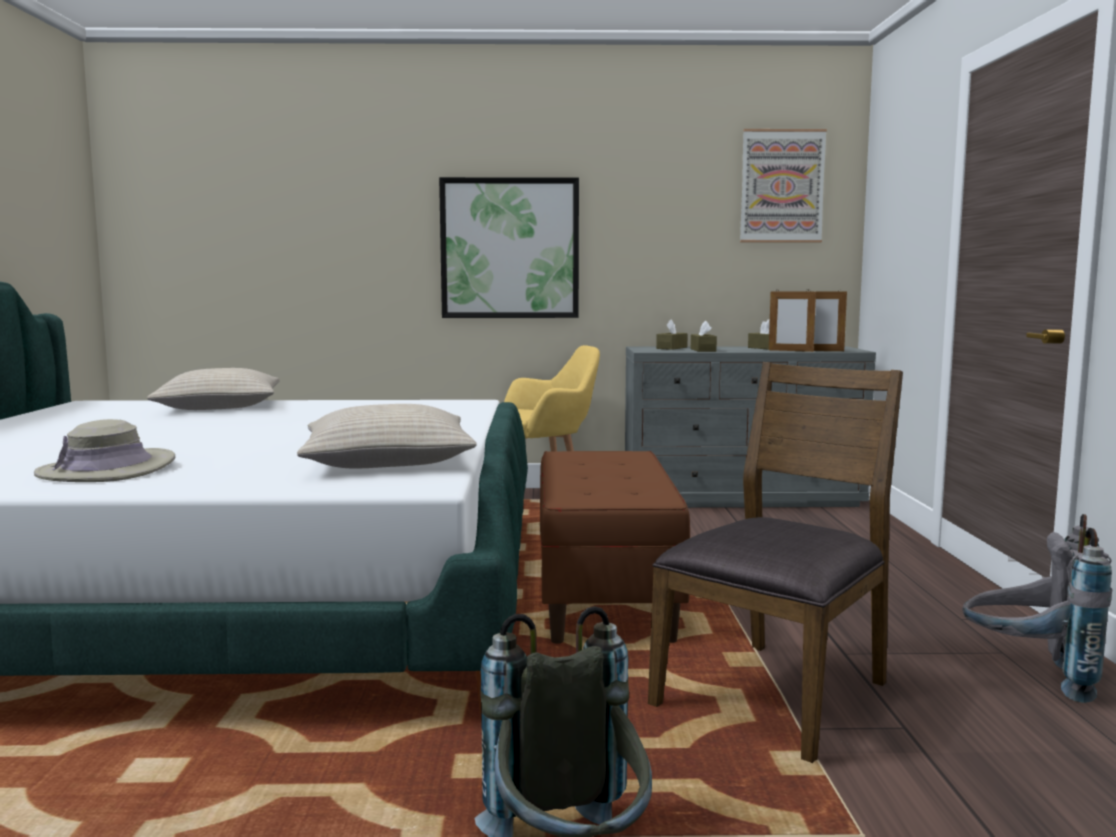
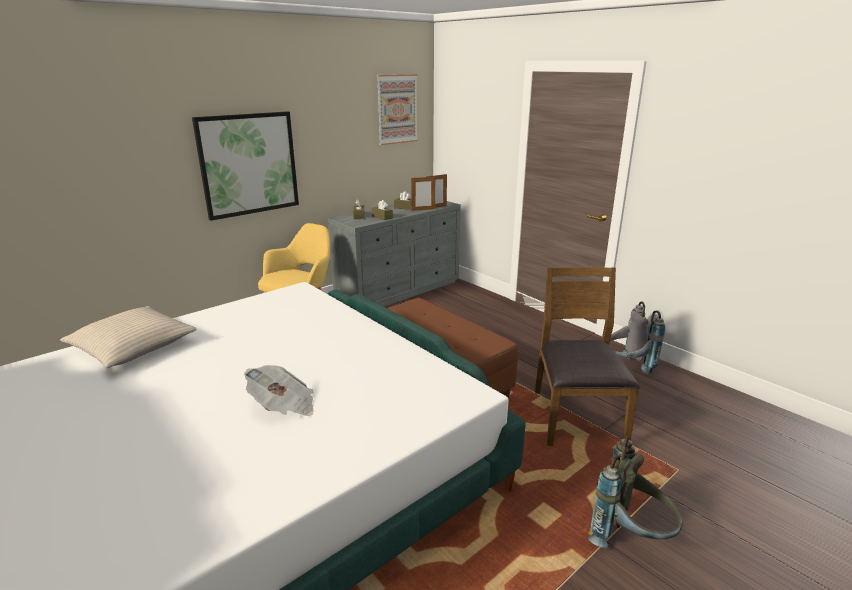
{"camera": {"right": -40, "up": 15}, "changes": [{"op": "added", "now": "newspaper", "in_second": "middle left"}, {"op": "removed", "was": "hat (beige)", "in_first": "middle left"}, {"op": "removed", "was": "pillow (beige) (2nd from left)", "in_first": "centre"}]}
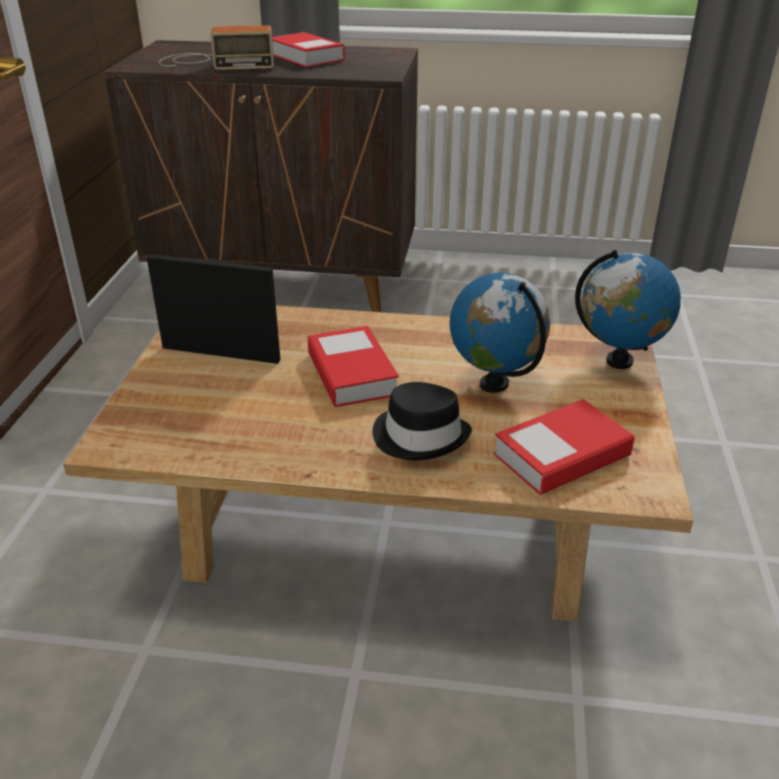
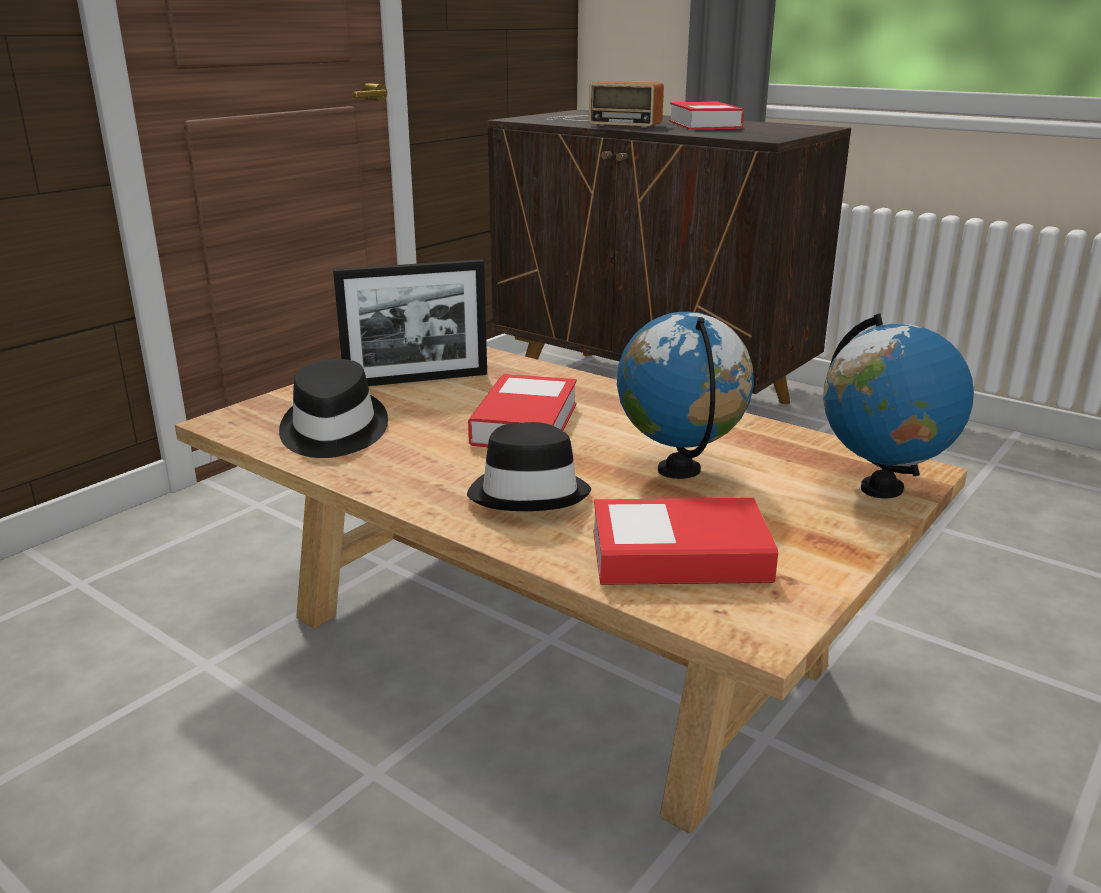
{"camera": {"right": 30, "up": -10}, "changes": [{"op": "added", "now": "hat (black) (1st from left)", "in_second": "middle left"}, {"op": "turned", "was": "picture frame", "in_first": "middle left", "in_second": "centre", "clockwise": 120}]}
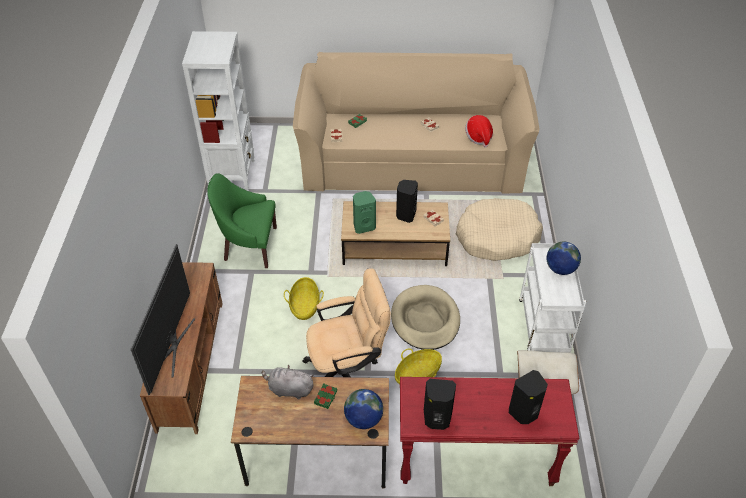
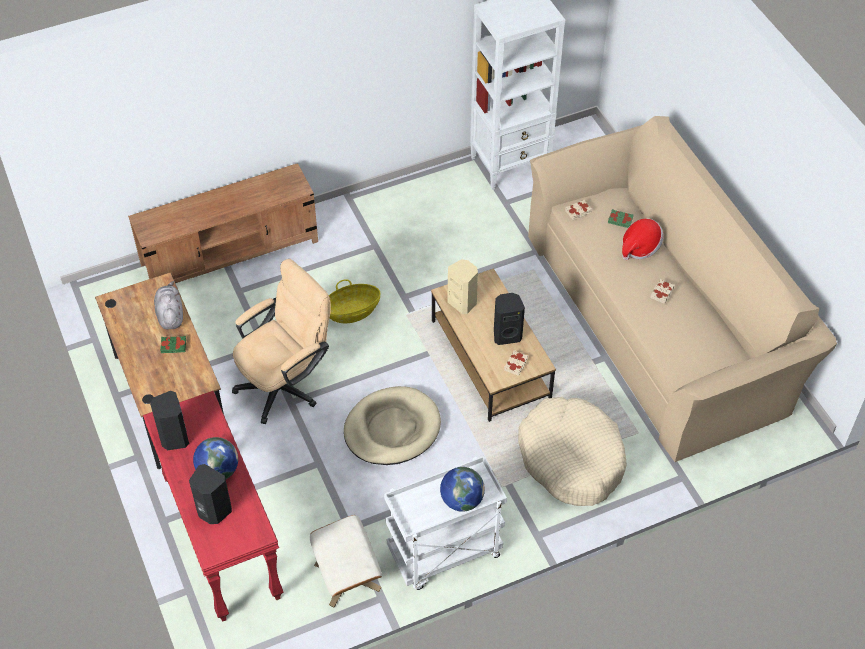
{"camera": {"right": 65, "up": 5}, "changes": [{"op": "moved", "was": "globe (1st from left)", "in_first": "bottom centre", "in_second": "bottom left"}, {"op": "turned", "was": "office chair (beige)", "in_first": "centre", "in_second": "middle left", "clockwise": -90}, {"op": "recoloured", "was": "speaker (green)", "now": "speaker (beige)", "in_first": "centre", "in_second": "centre"}, {"op": "moved", "was": "hat", "in_first": "top centre", "in_second": "middle right"}, {"op": "removed", "was": "television", "in_first": "middle left"}, {"op": "removed", "was": "armchair (green)", "in_first": "middle left"}, {"op": "removed", "was": "basket (2nd from left)", "in_first": "bottom centre"}]}
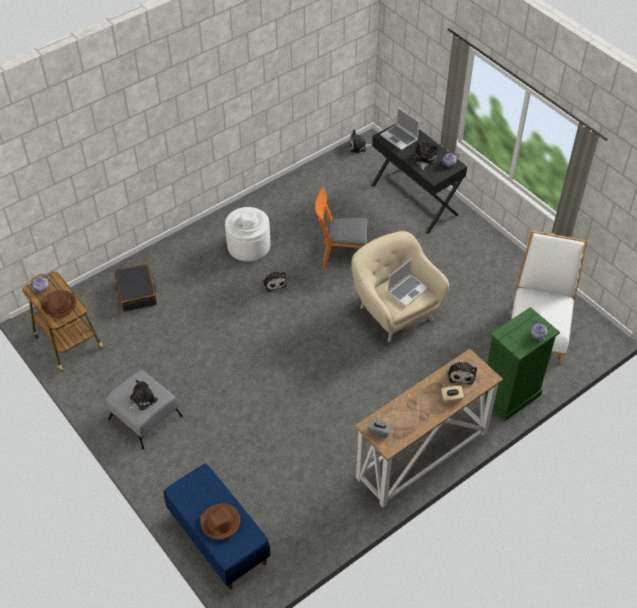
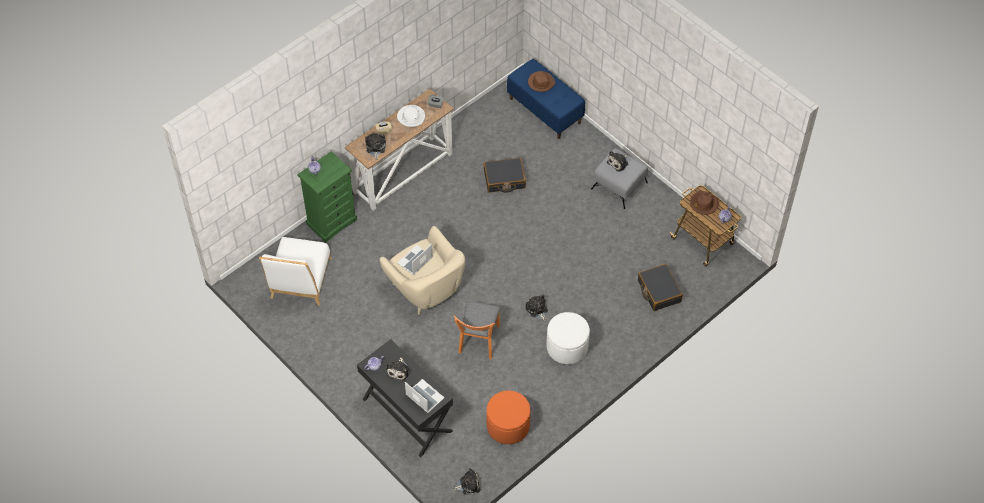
{"camera": {"right": 175, "up": 5}, "changes": [{"op": "moved", "was": "hat (white)", "in_first": "centre", "in_second": "top centre"}, {"op": "turned", "was": "chair (orange)", "in_first": "centre", "in_second": "centre", "clockwise": 105}, {"op": "added", "now": "suitcase (black) (1st from left)", "in_second": "centre"}, {"op": "added", "now": "ottoman (orange)", "in_second": "bottom centre"}]}
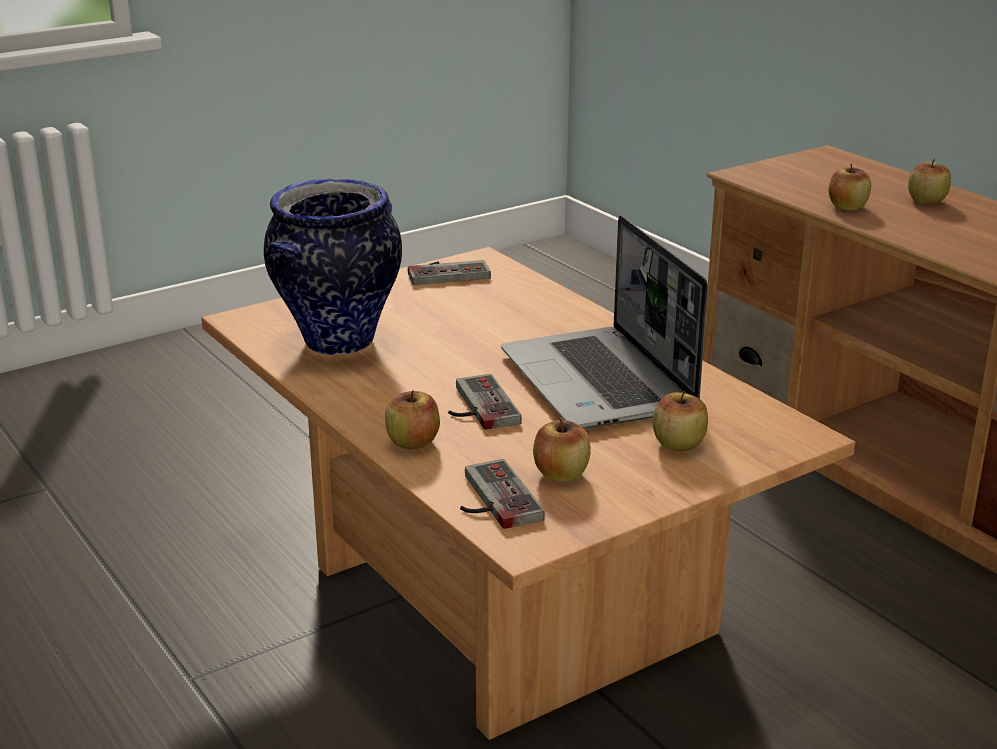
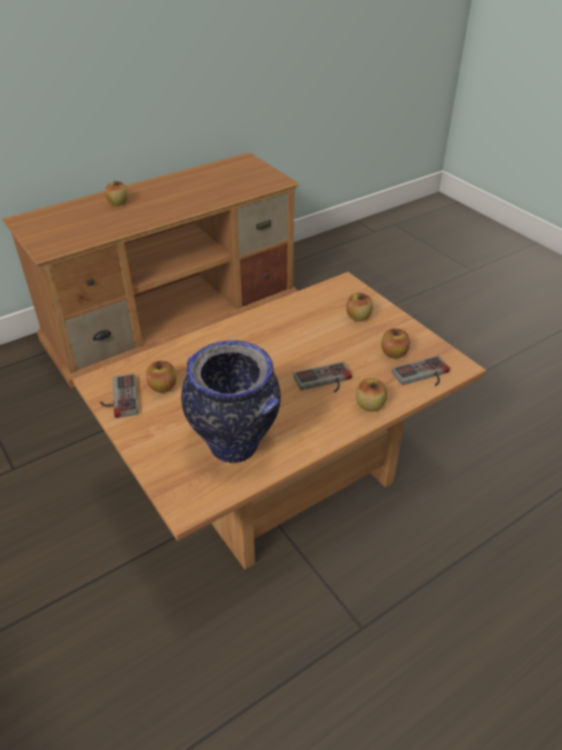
{"camera": {"right": -90, "up": 15}, "changes": [{"op": "moved", "was": "apple (4th from left in the first image)", "now": "apple (2nd from left)", "in_first": "top right", "in_second": "middle left"}, {"op": "removed", "was": "laptop", "in_first": "centre"}]}
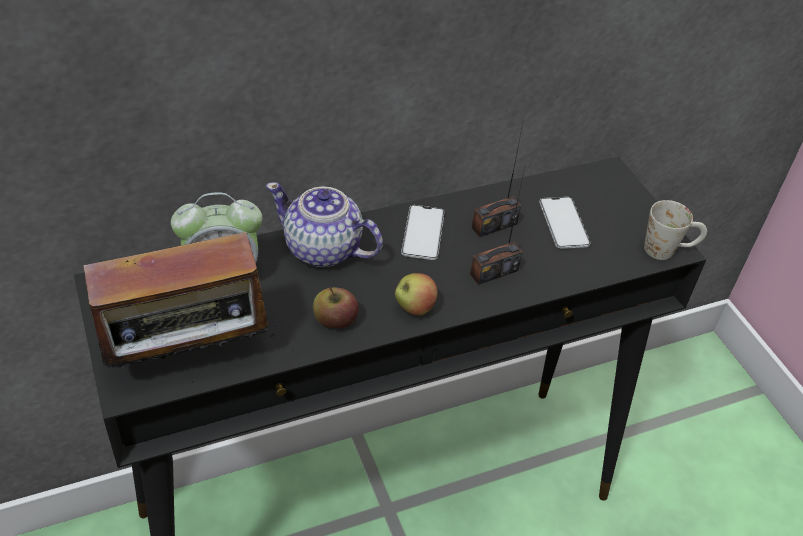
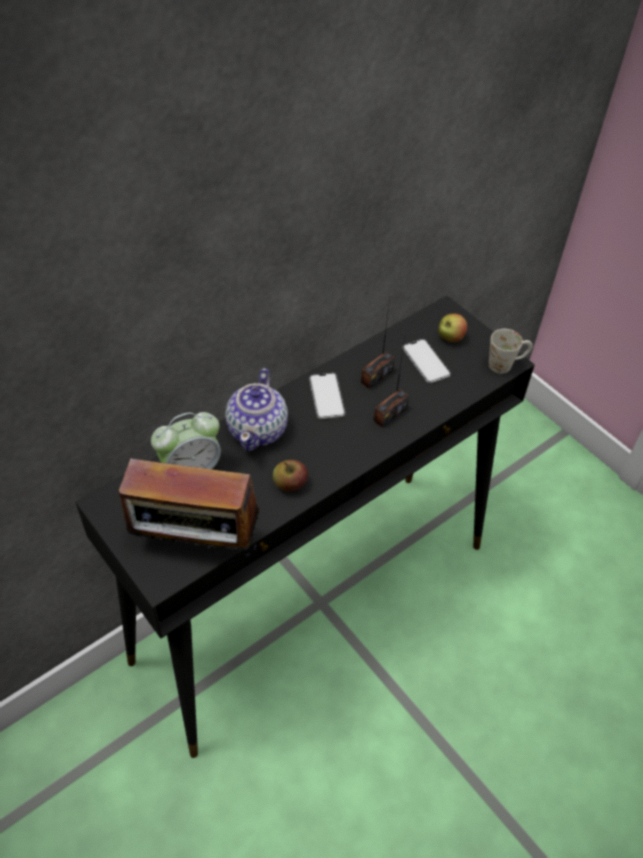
{"camera": {"right": -15, "up": 5}, "changes": [{"op": "turned", "was": "radio (1st from left)", "in_first": "middle left", "in_second": "middle left", "clockwise": 45}, {"op": "turned", "was": "teapot", "in_first": "centre", "in_second": "centre", "clockwise": -90}, {"op": "moved", "was": "apple (2nd from left)", "in_first": "centre", "in_second": "middle right"}]}
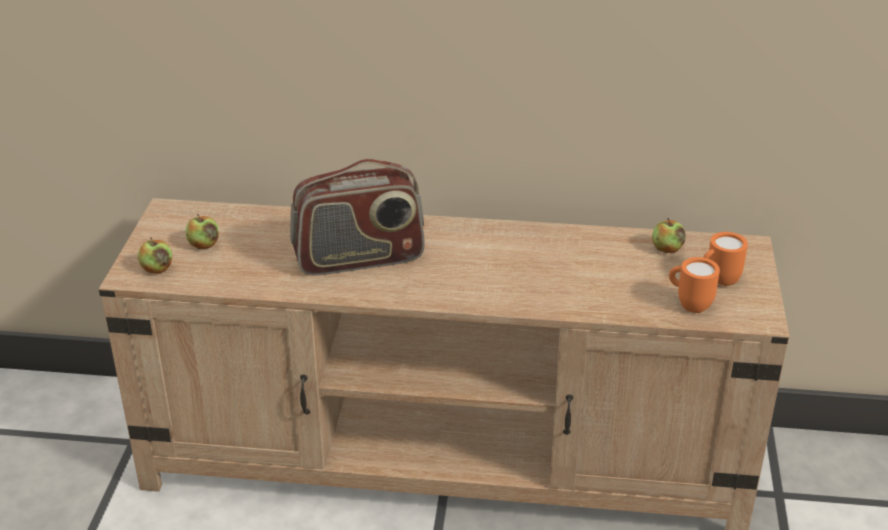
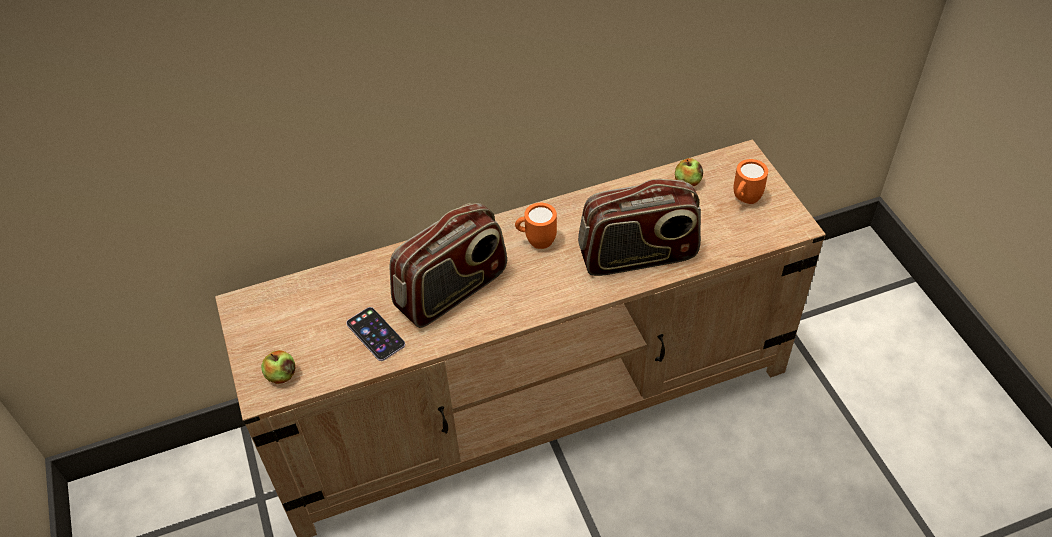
{"camera": {"right": -25, "up": 15}, "changes": [{"op": "added", "now": "phone", "in_second": "centre"}, {"op": "moved", "was": "mug (orange) (1st from left)", "in_first": "middle right", "in_second": "centre"}, {"op": "added", "now": "radio (2nd from left)", "in_second": "centre"}, {"op": "removed", "was": "apple (2nd from left)", "in_first": "middle left"}]}
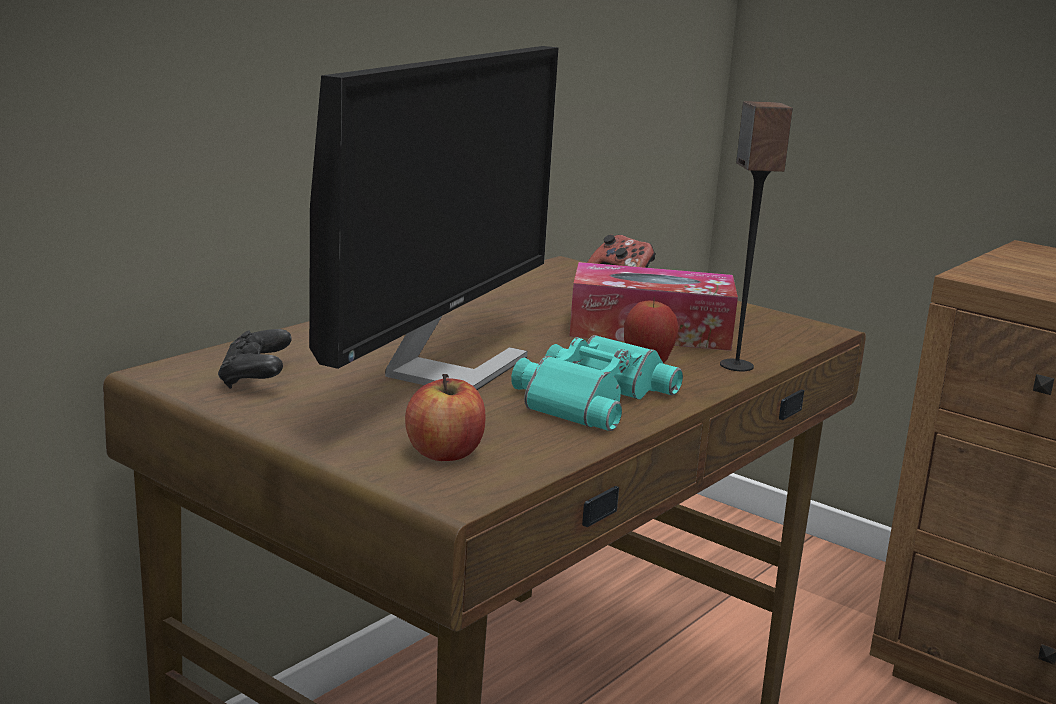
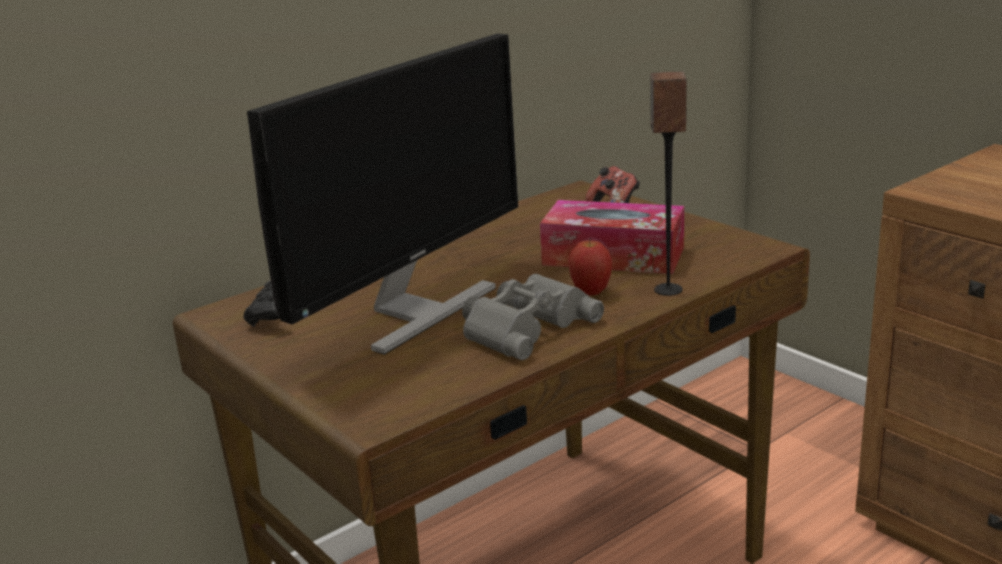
{"camera": {"right": 15, "up": 5}, "changes": [{"op": "recoloured", "was": "binoculars (turquoise)", "now": "binoculars (grey)", "in_first": "centre", "in_second": "centre"}, {"op": "removed", "was": "apple (1st from left)", "in_first": "centre"}]}
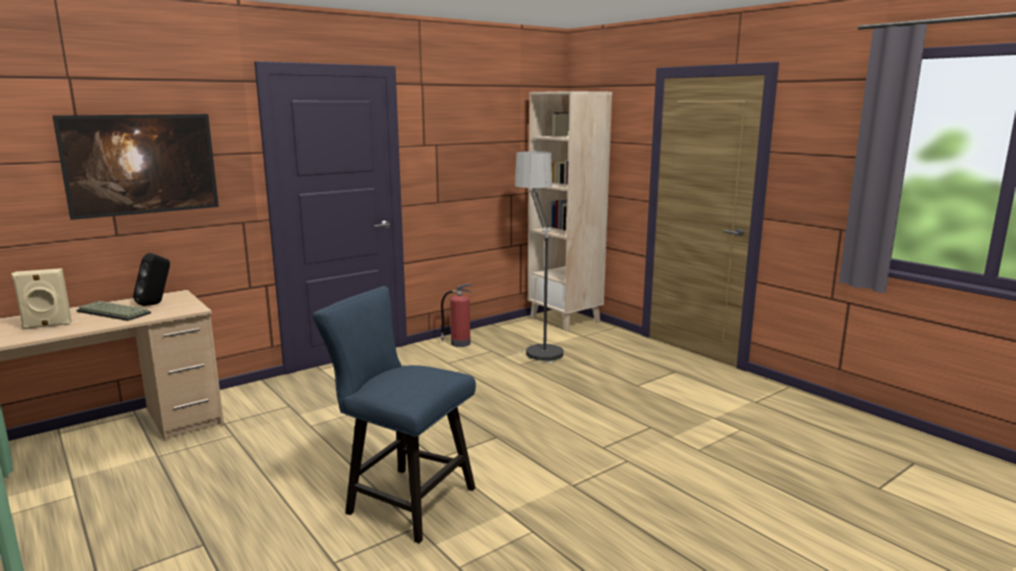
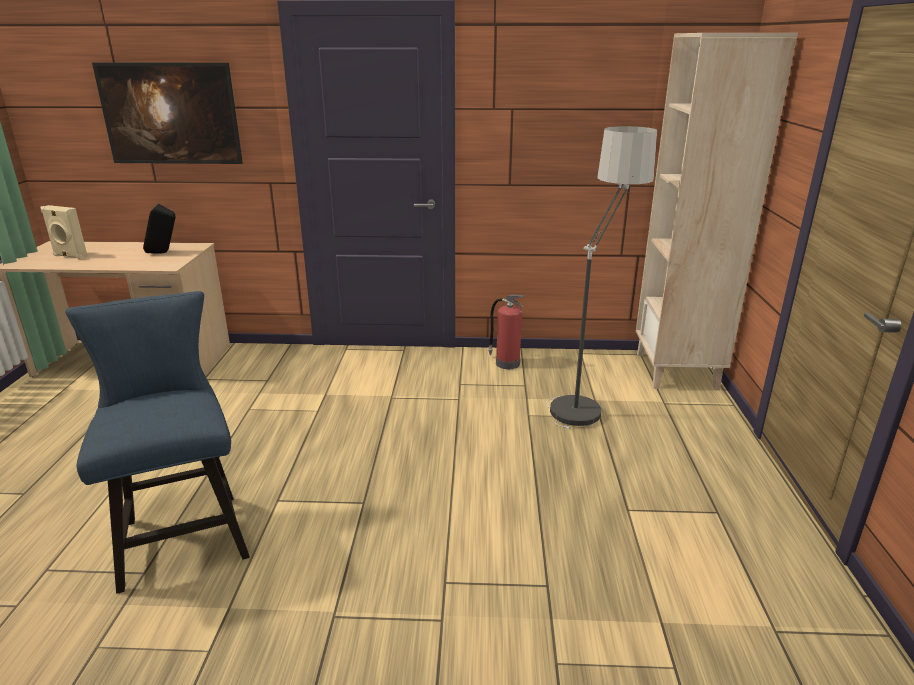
{"camera": {"right": 40, "up": 10}, "changes": [{"op": "removed", "was": "keyboard", "in_first": "middle left"}]}
